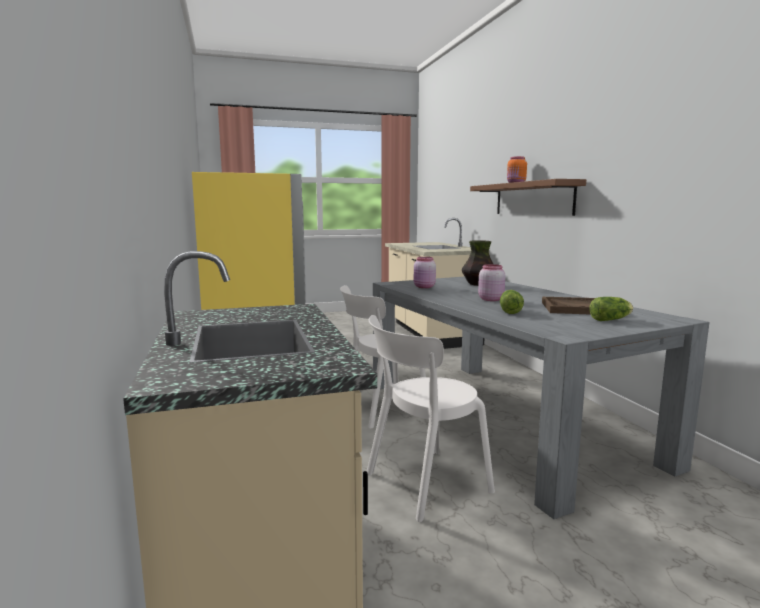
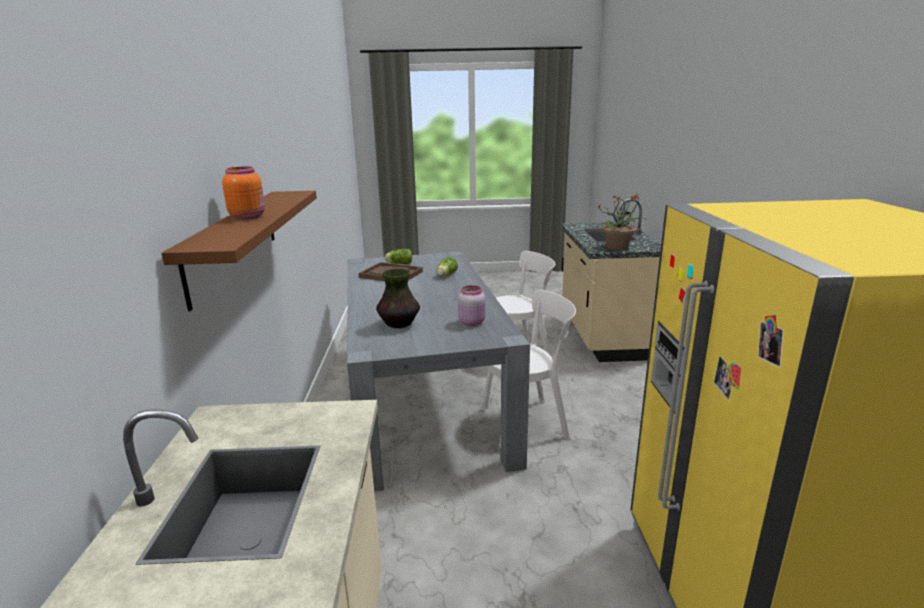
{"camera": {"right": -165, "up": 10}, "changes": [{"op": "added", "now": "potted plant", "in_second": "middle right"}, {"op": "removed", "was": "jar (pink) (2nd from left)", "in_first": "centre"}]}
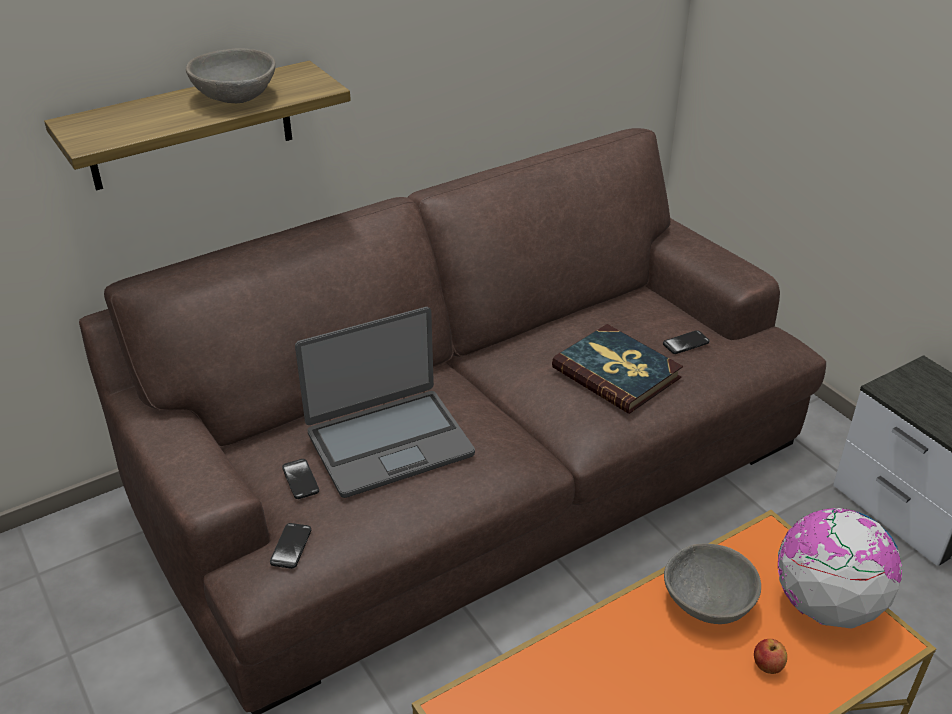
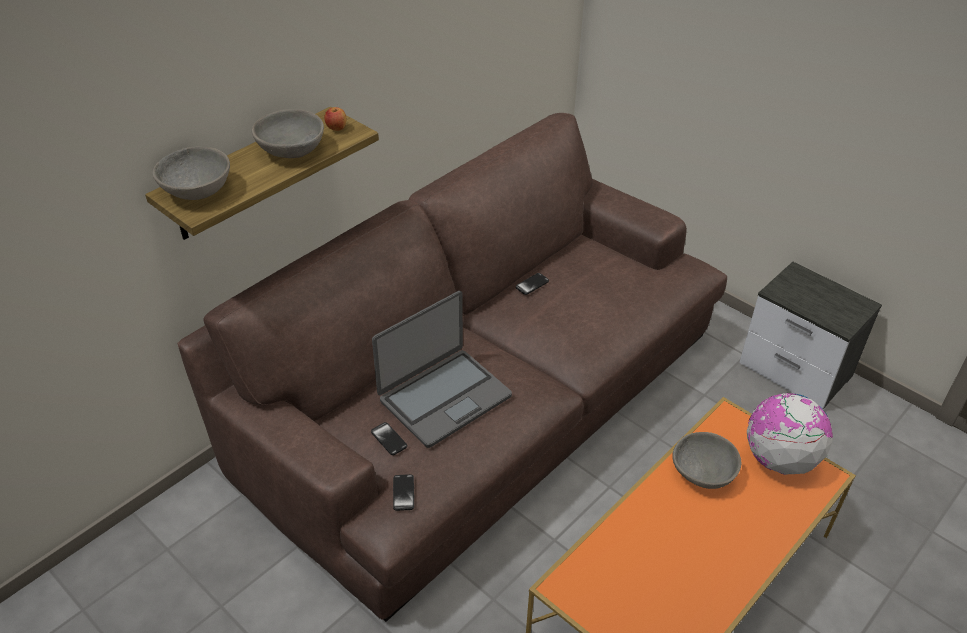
{"camera": {"right": -15, "up": 5}, "changes": [{"op": "added", "now": "bowl (grey) (1st from left)", "in_second": "top left"}, {"op": "moved", "was": "apple", "in_first": "bottom right", "in_second": "top centre"}, {"op": "moved", "was": "phone (3rd from left)", "in_first": "middle right", "in_second": "centre"}, {"op": "removed", "was": "book", "in_first": "centre"}]}
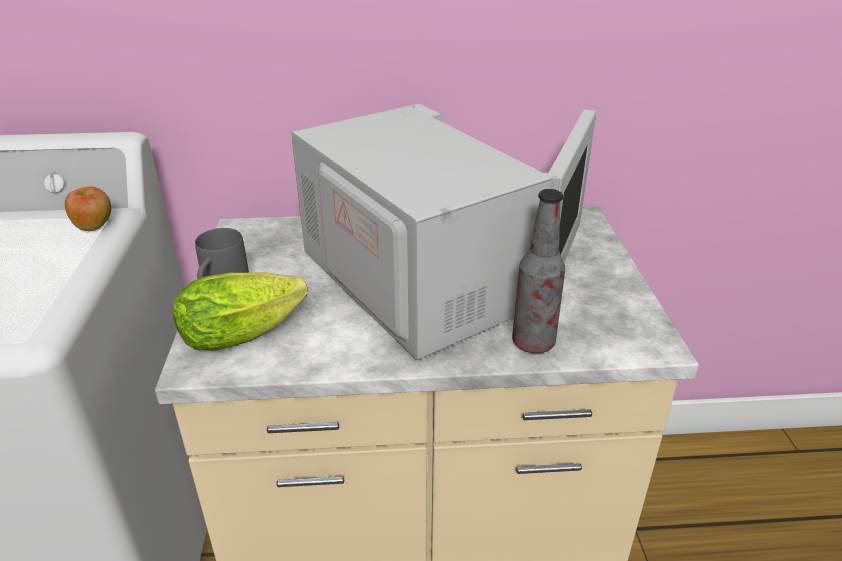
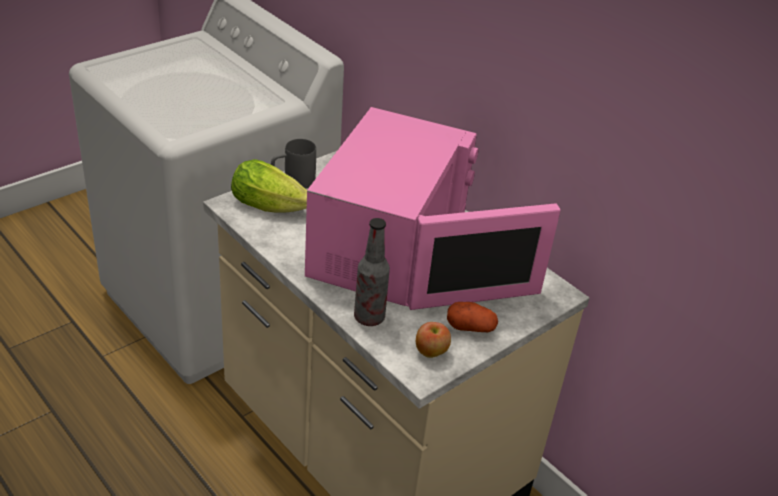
{"camera": {"right": 50, "up": 5}, "changes": [{"op": "recoloured", "was": "microwave (white)", "now": "microwave (pink)", "in_first": "centre", "in_second": "centre"}, {"op": "moved", "was": "apple", "in_first": "middle left", "in_second": "bottom centre"}, {"op": "added", "now": "potato", "in_second": "centre"}]}
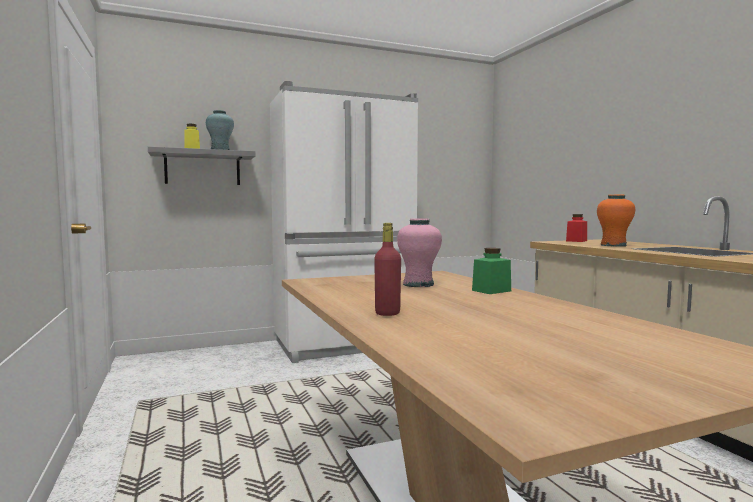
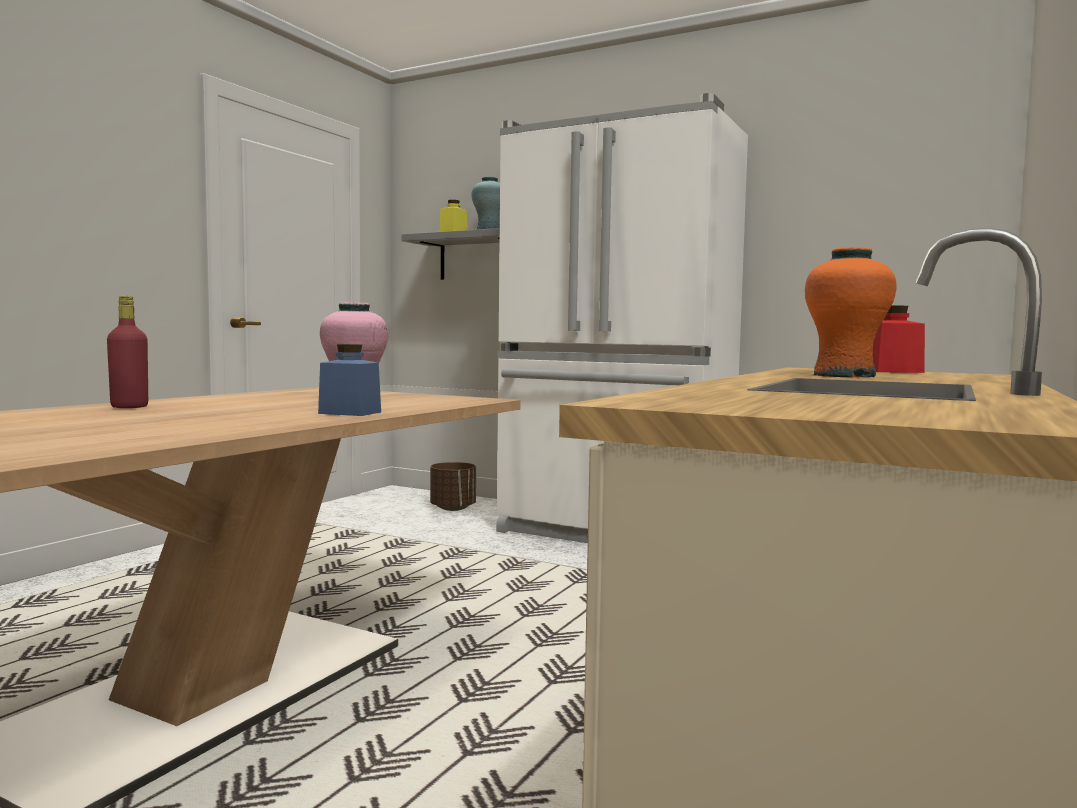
{"camera": {"right": 50, "up": 0}, "changes": [{"op": "recoloured", "was": "jar (green)", "now": "jar (blue)", "in_first": "centre", "in_second": "middle left"}, {"op": "added", "now": "planter (brown)", "in_second": "centre"}]}
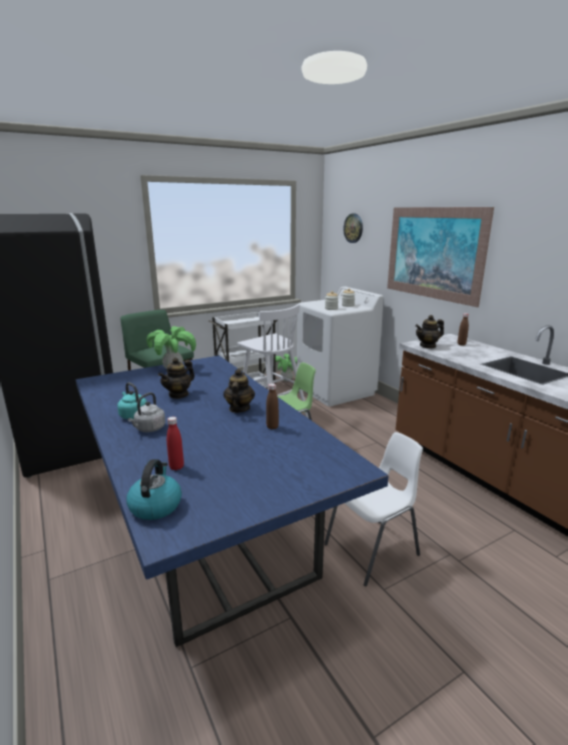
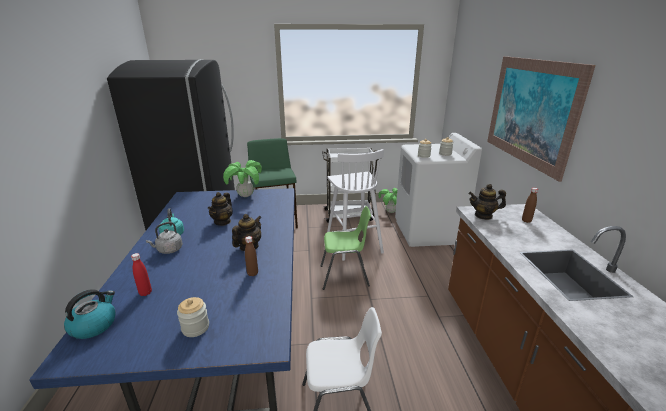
{"camera": {"right": 25, "up": 5}, "changes": [{"op": "added", "now": "jar (1st from left)", "in_second": "bottom left"}, {"op": "turned", "was": "teapot (1st from left)", "in_first": "middle left", "in_second": "middle left", "clockwise": -45}, {"op": "removed", "was": "wall clock", "in_first": "top centre"}]}
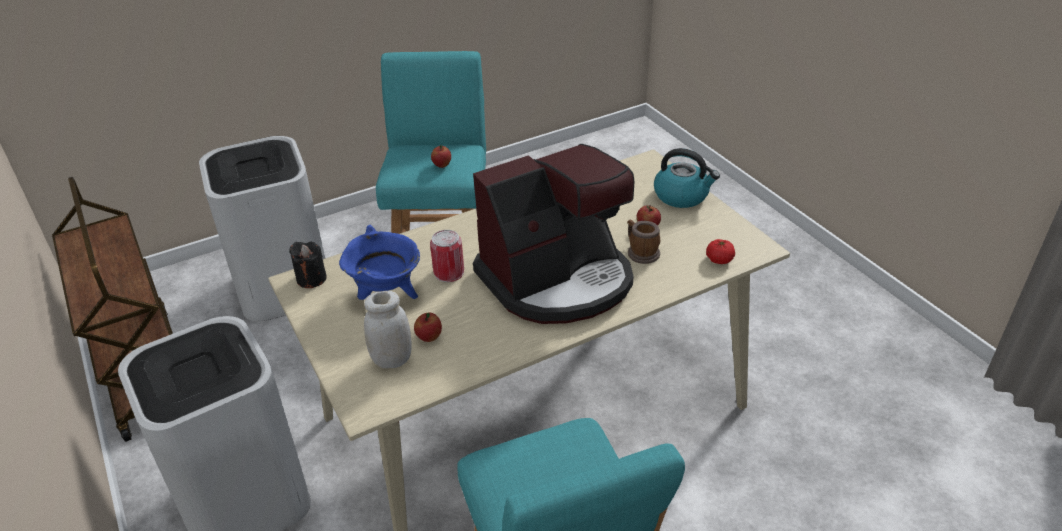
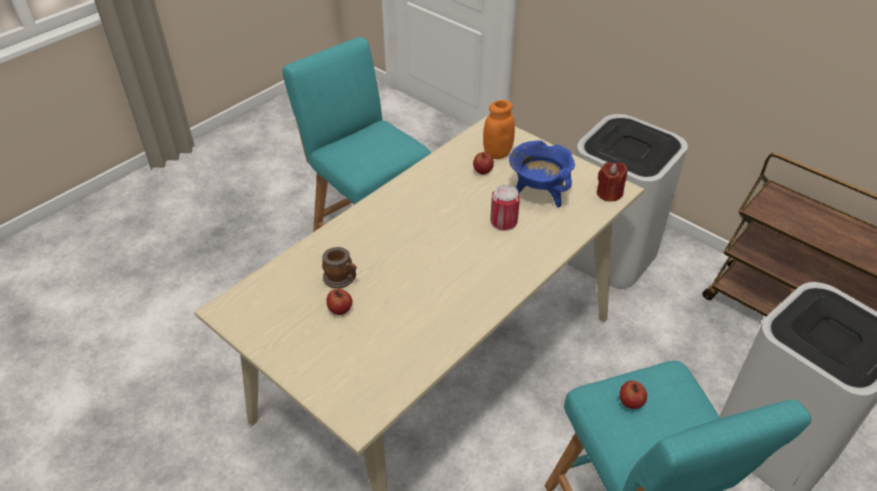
{"camera": {"right": 160, "up": 5}, "changes": [{"op": "recoloured", "was": "jar (white)", "now": "jar (orange)", "in_first": "centre", "in_second": "top centre"}, {"op": "recoloured", "was": "candle (black)", "now": "candle (red)", "in_first": "middle left", "in_second": "middle right"}, {"op": "removed", "was": "coffee machine", "in_first": "centre"}, {"op": "removed", "was": "kettle", "in_first": "centre"}, {"op": "removed", "was": "tomato", "in_first": "middle right"}]}
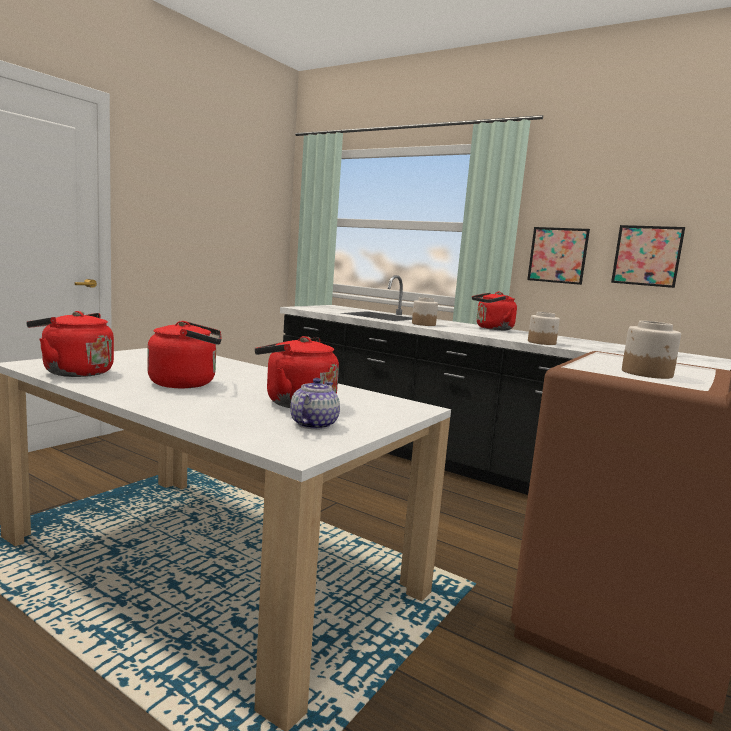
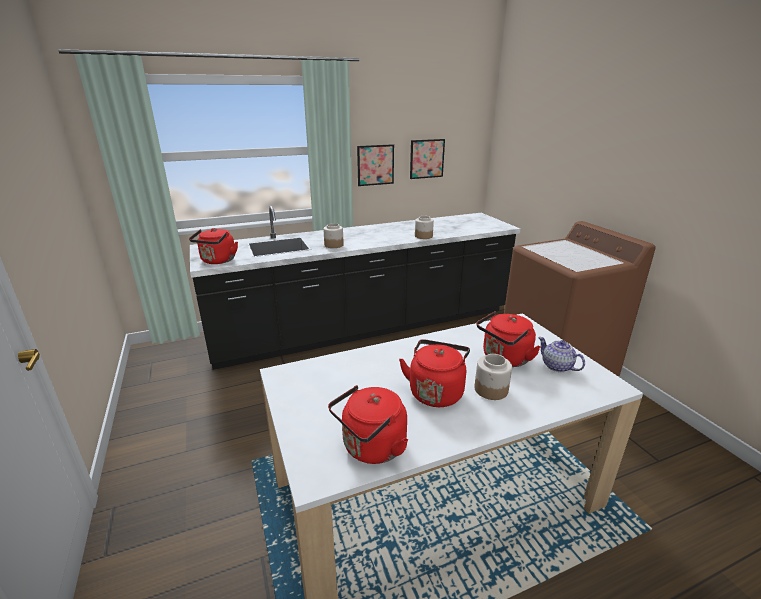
{"camera": {"right": -55, "up": 15}, "changes": [{"op": "moved", "was": "kettle (red) (4th from left in the first image)", "now": "kettle (red) (1st from left)", "in_first": "middle right", "in_second": "middle left"}, {"op": "moved", "was": "jar (3rd from left)", "in_first": "middle right", "in_second": "centre"}]}
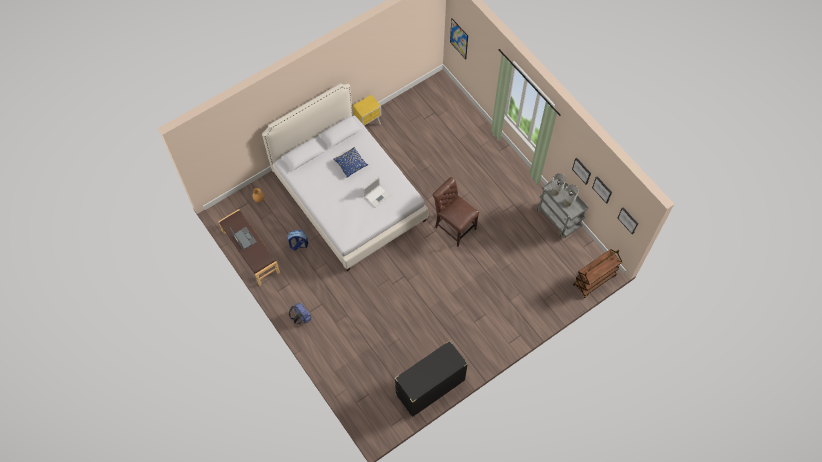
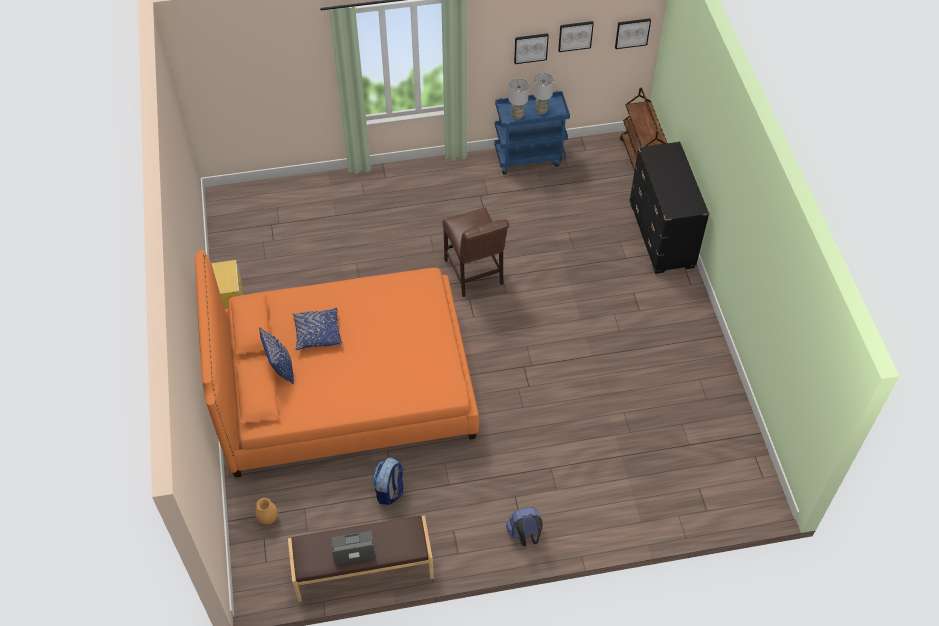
{"camera": {"right": -65, "up": -10}, "changes": [{"op": "recoloured", "was": "bed (white)", "now": "bed (orange)", "in_first": "centre", "in_second": "centre"}, {"op": "added", "now": "pillow (blue) (1st from left)", "in_second": "middle left"}, {"op": "turned", "was": "chair (brown)", "in_first": "centre", "in_second": "centre", "clockwise": -90}, {"op": "recoloured", "was": "cart (grey)", "now": "cart (blue)", "in_first": "middle right", "in_second": "top centre"}, {"op": "moved", "was": "dresser (black)", "in_first": "bottom centre", "in_second": "top right"}, {"op": "removed", "was": "laptop (2nd from left)", "in_first": "centre"}, {"op": "removed", "was": "picture (1st from left)", "in_first": "top centre"}]}
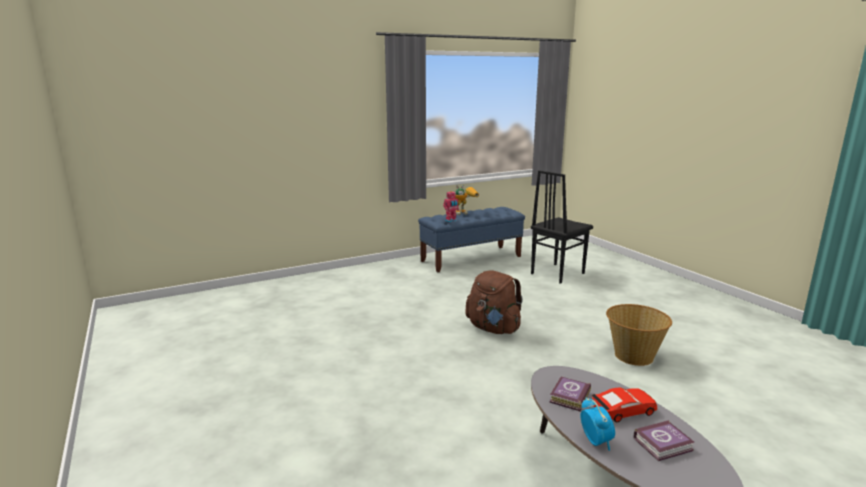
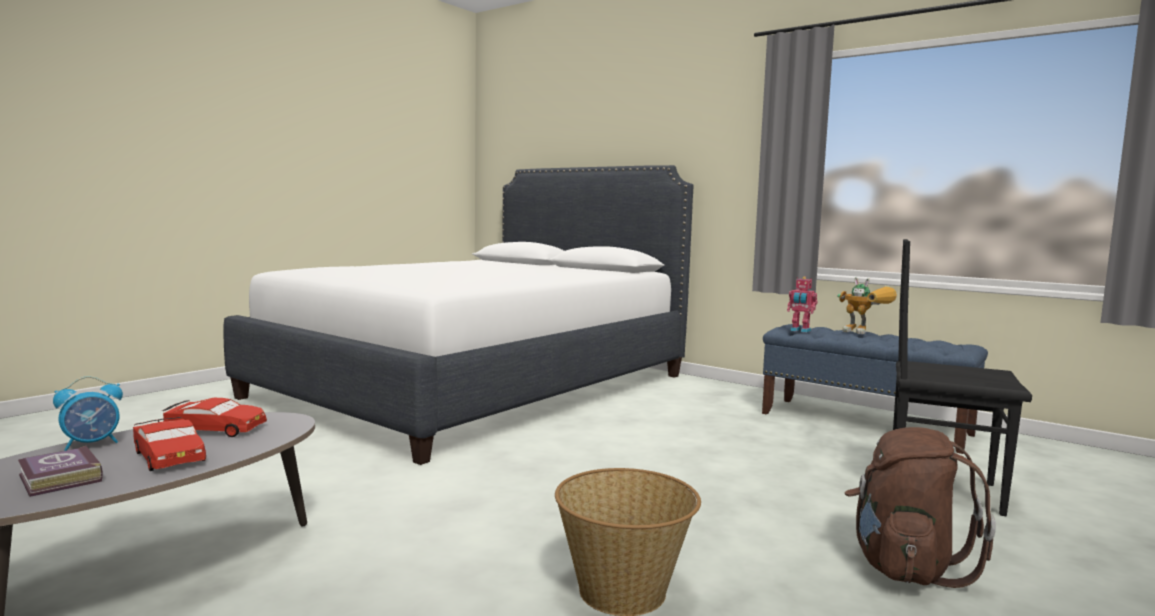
{"camera": {"right": 65, "up": -10}, "changes": [{"op": "replaced", "was": "book (1st from left)", "now": "toy car (red) (2nd from left)", "in_first": "bottom centre", "in_second": "bottom left"}, {"op": "added", "now": "bed (white)", "in_second": "centre"}, {"op": "moved", "was": "backpack (brown)", "in_first": "centre", "in_second": "bottom right"}]}
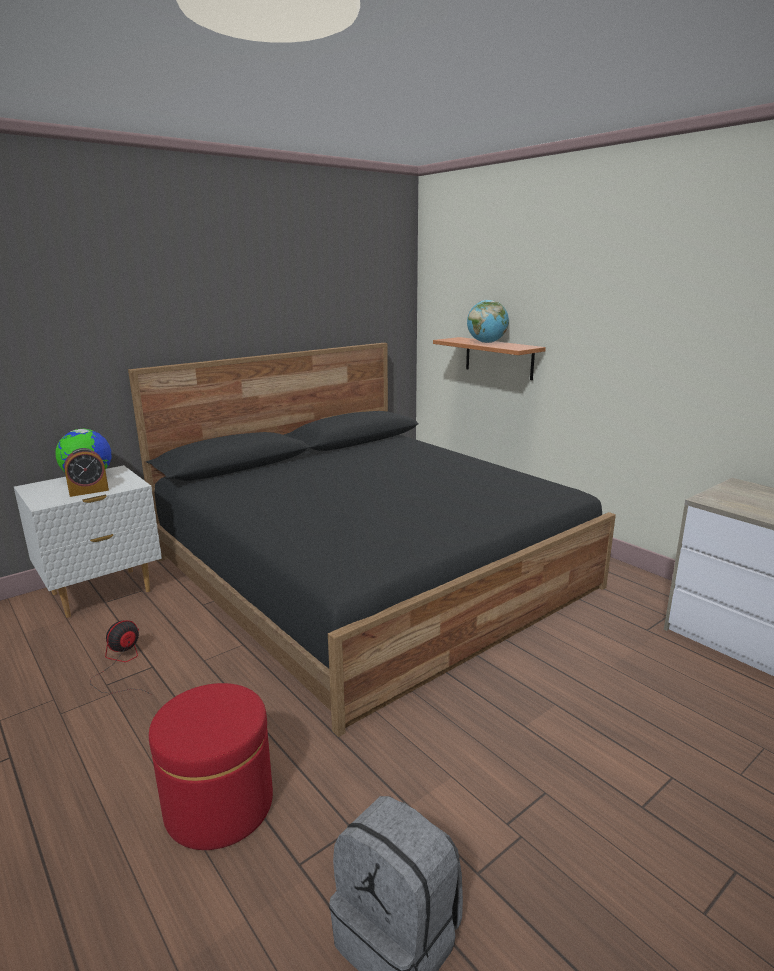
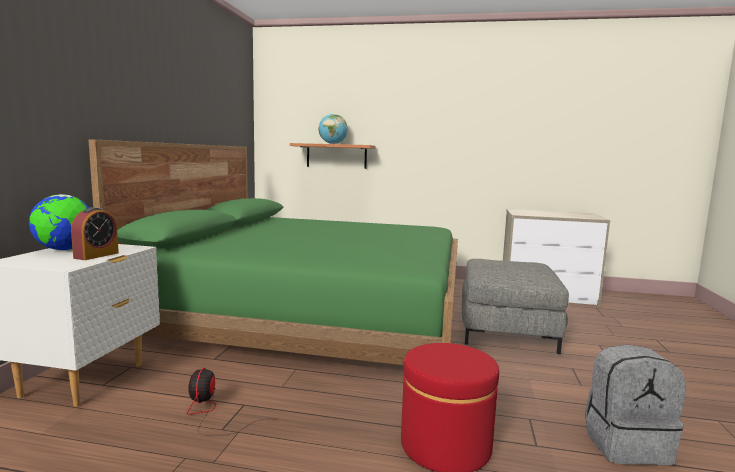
{"camera": {"right": -40, "up": -10}, "changes": [{"op": "recoloured", "was": "bed (black)", "now": "bed (green)", "in_first": "centre", "in_second": "centre"}, {"op": "added", "now": "ottoman (grey)", "in_second": "middle right"}]}
